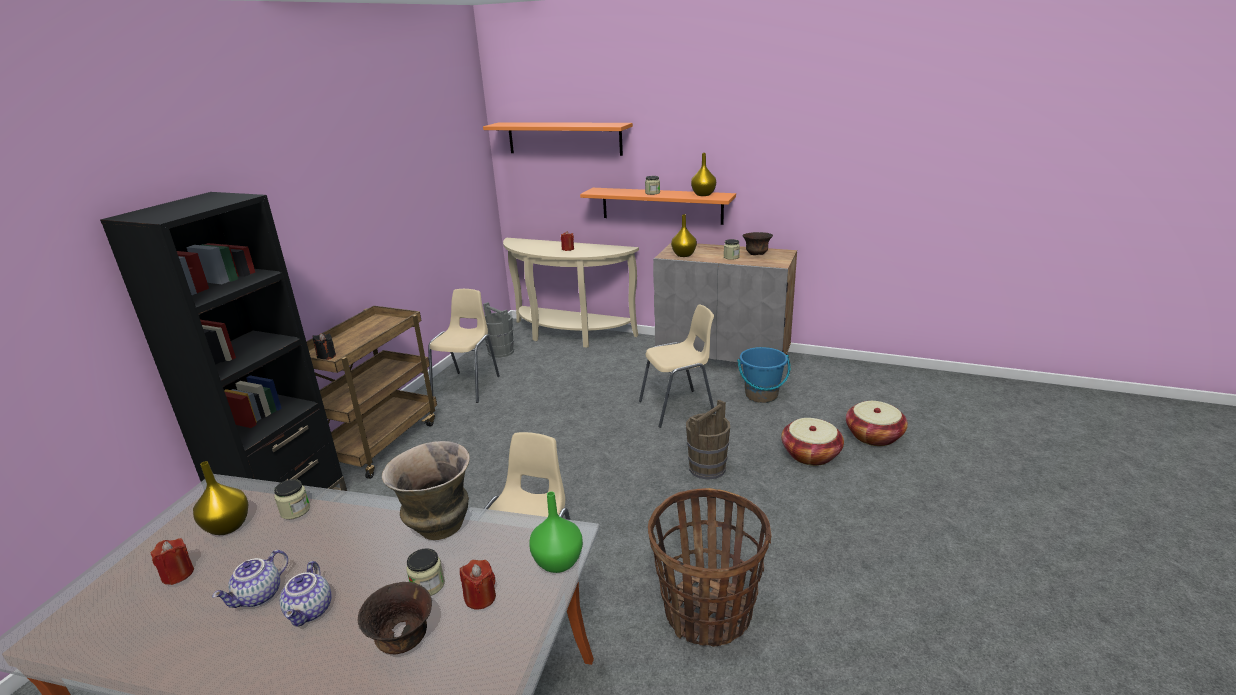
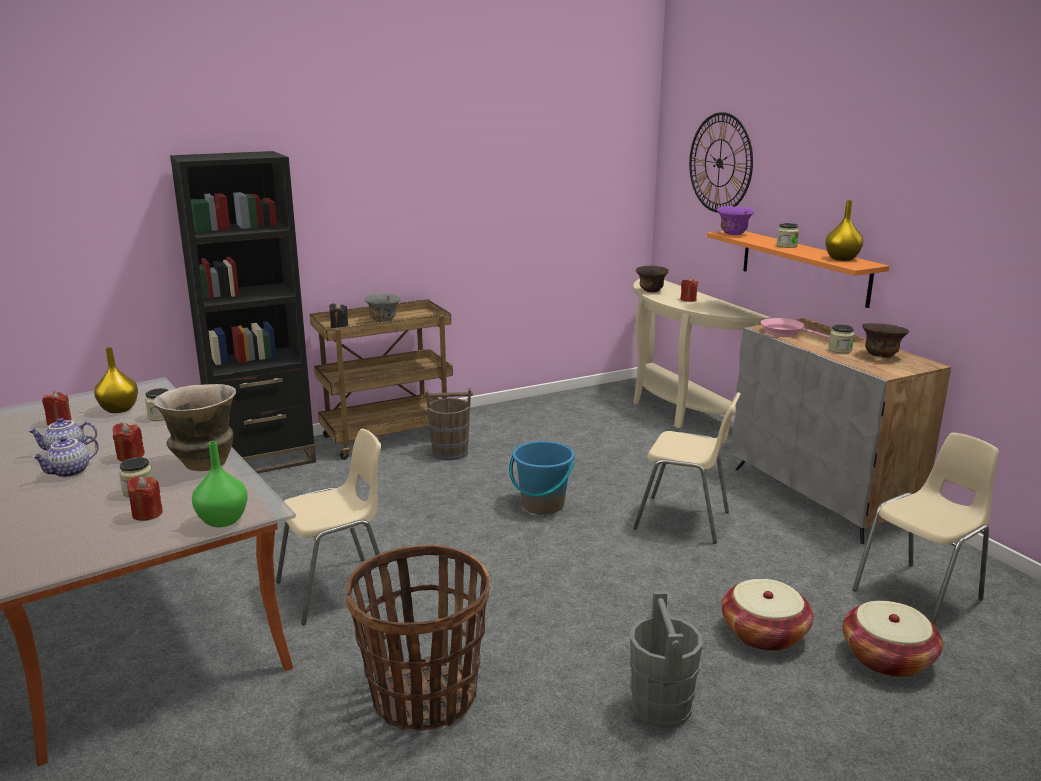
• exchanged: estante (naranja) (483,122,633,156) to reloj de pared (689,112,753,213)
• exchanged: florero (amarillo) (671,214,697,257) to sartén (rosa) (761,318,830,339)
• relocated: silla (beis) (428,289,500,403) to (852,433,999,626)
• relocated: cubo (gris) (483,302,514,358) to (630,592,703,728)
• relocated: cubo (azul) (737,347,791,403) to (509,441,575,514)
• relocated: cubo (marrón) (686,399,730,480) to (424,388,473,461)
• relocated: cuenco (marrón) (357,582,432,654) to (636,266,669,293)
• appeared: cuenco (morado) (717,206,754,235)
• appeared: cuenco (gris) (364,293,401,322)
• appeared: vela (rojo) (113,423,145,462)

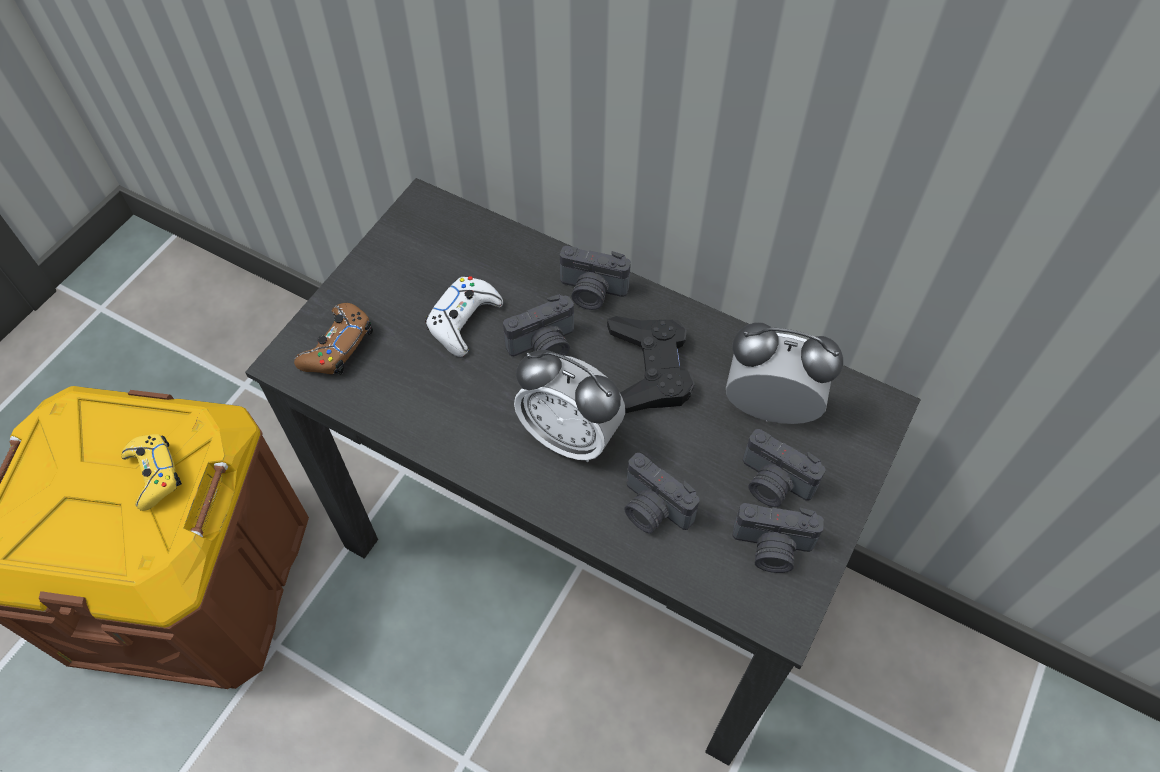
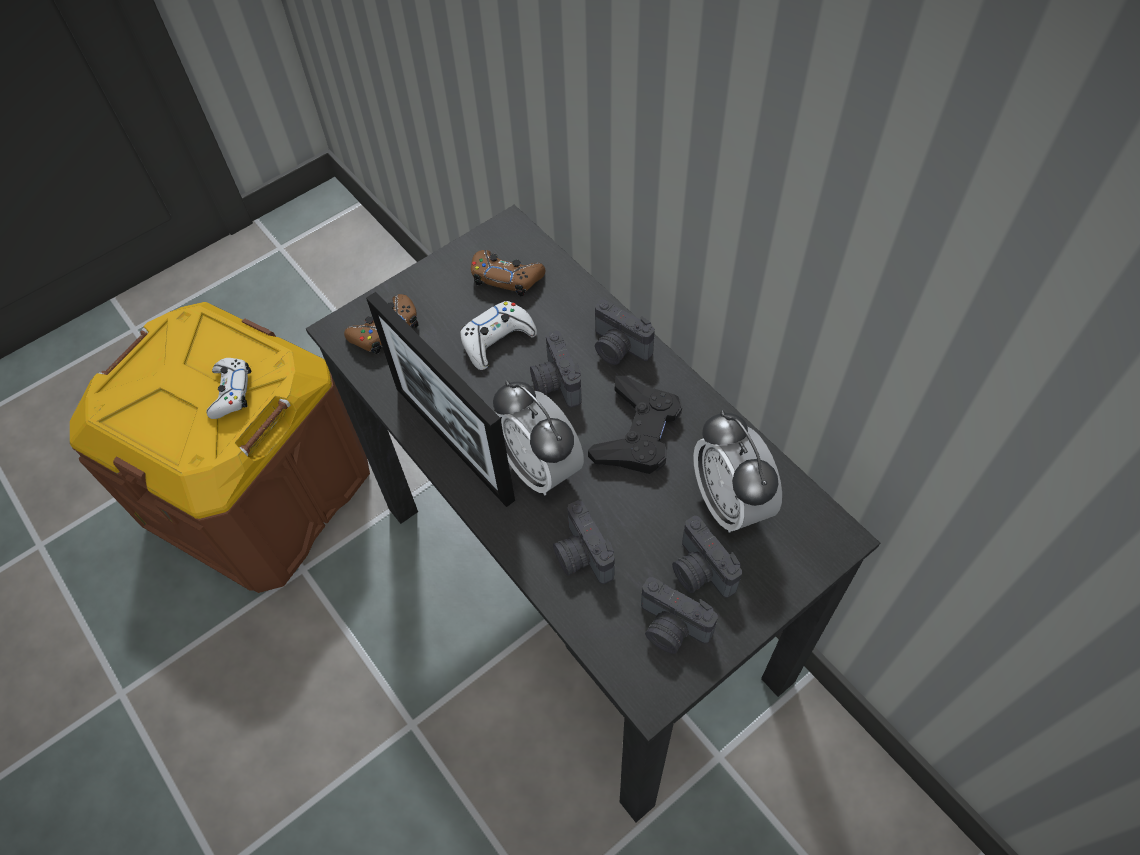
• spun: cámara (503,294,574,356) = (530,331,582,408) 75 degrees clockwise
• spun: despertador (726,322,843,424) = (693,410,782,533) 150 degrees counterclockwise
• colour: mando de consola (amarillo) (122,434,182,511) to mando de consola (blanco) (206,358,251,419)
• appeared: mando de consola (marrón) (471,250,546,297)
• appeared: portarretratos (366,292,515,507)

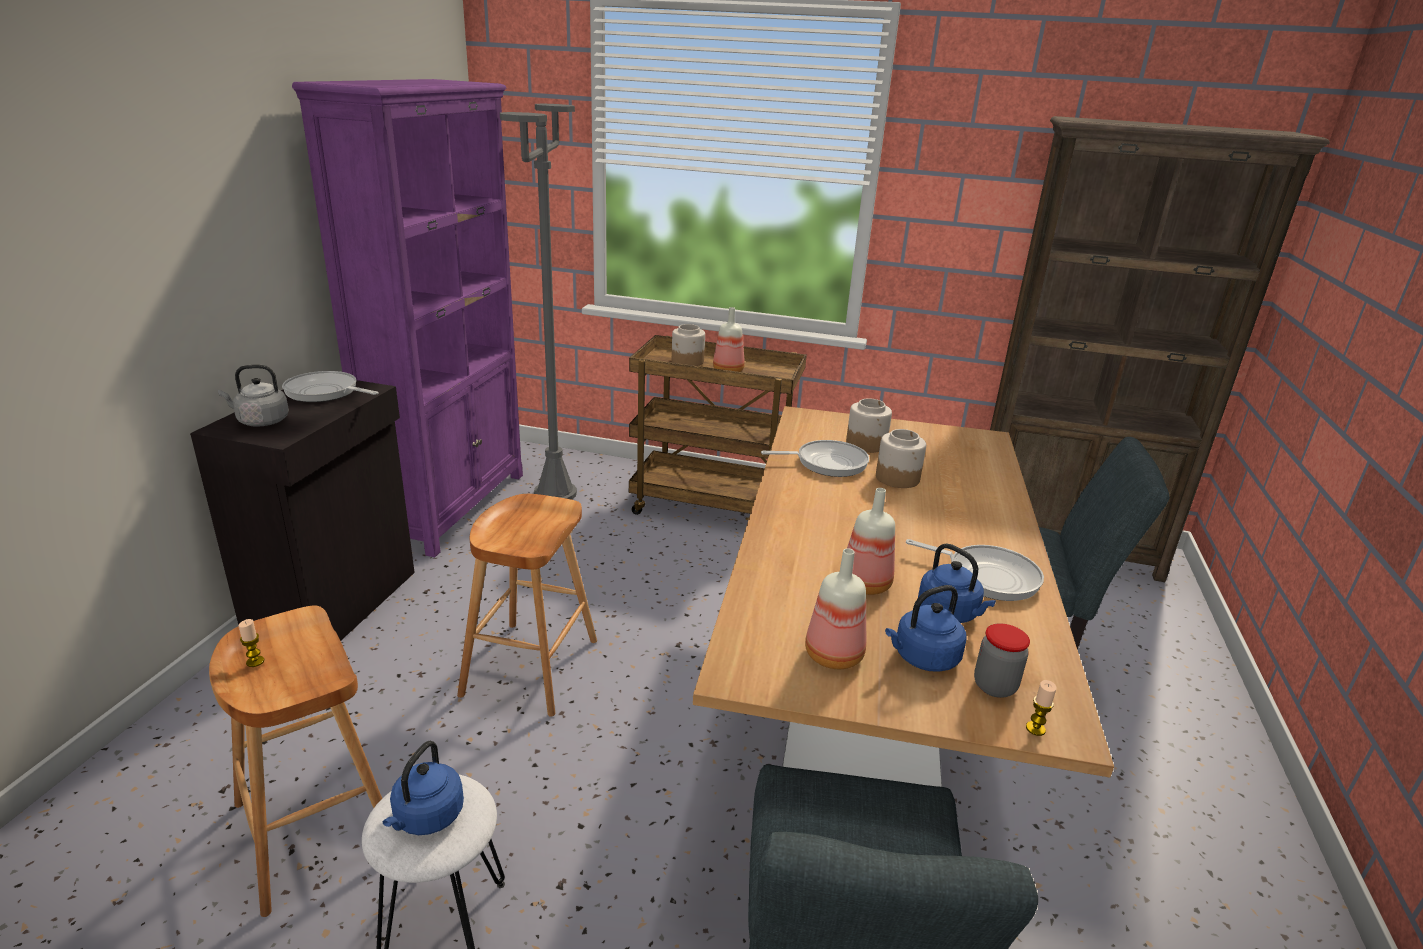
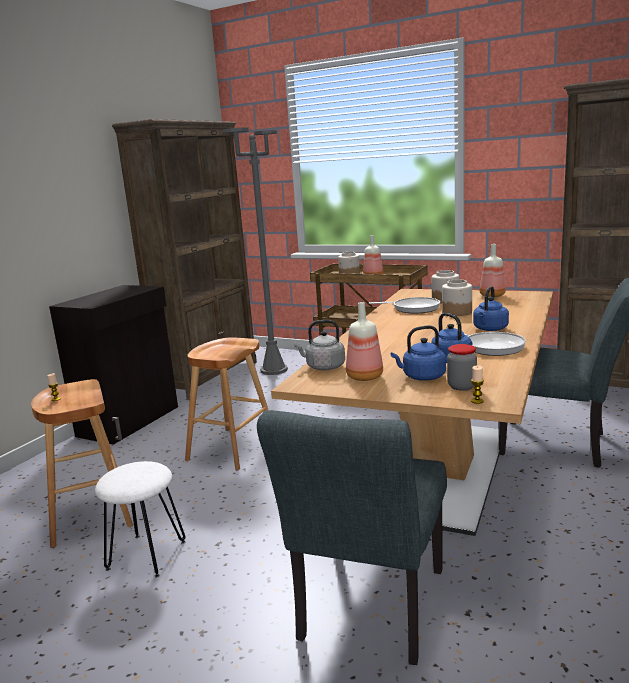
• colour: estantería (morado) (292,79,523,557) to estantería (marrón) (112,119,257,400)
• relocated: hervidor (gris) (218,365,289,427) to (294,320,345,370)
• missing: sartén (282,371,379,402)
• relocated: botella (847,488,895,595) to (479,244,506,297)
• relocated: hervidor (azul) (383,741,464,835) to (473,286,509,331)

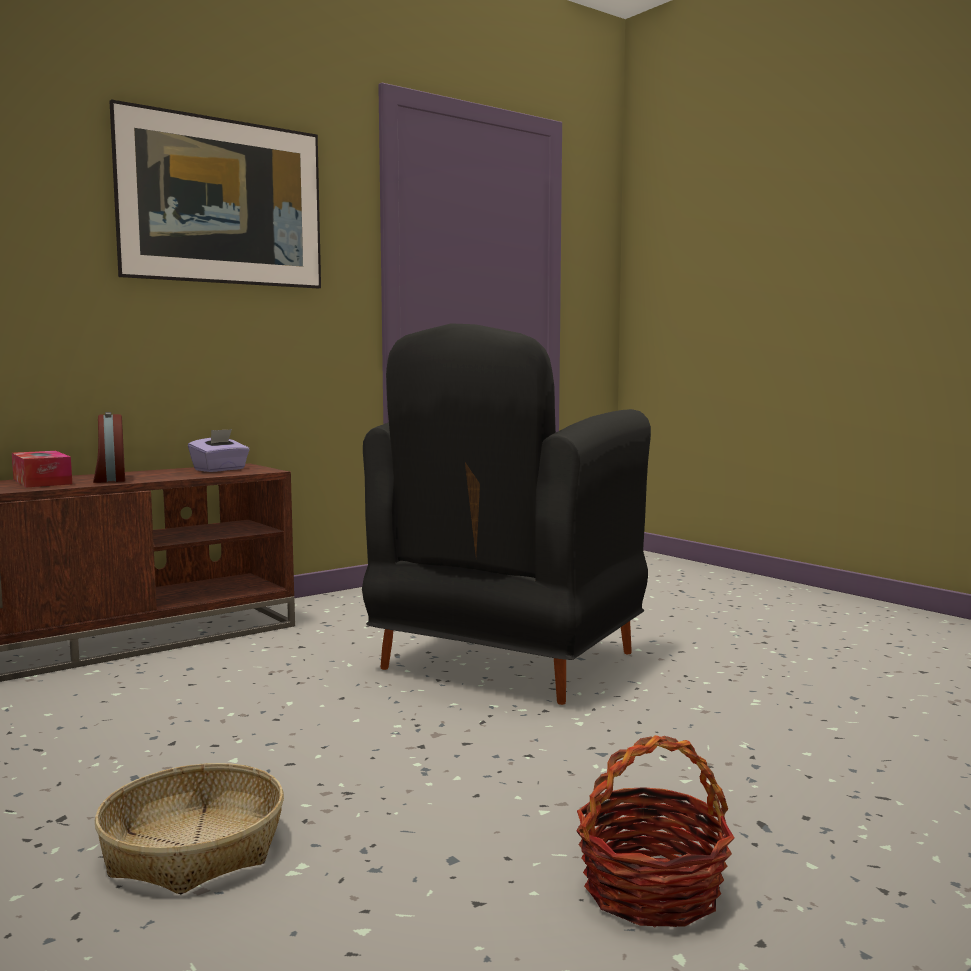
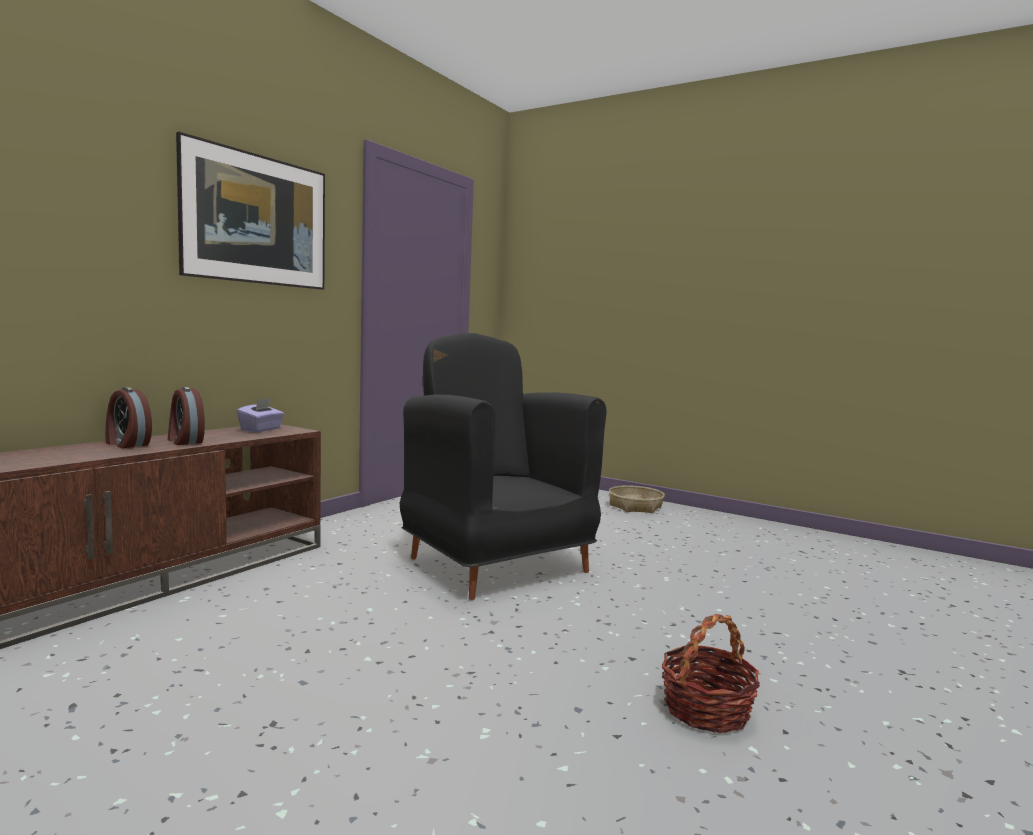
• spun: sillón (negro) (362,323,651,705) = (400,333,607,600) 135 degrees clockwise
• exchanged: caja de pañuelos (12,451,72,487) to despertador (105,387,152,448)
• relocated: cesta (95,763,284,894) to (609,485,665,513)

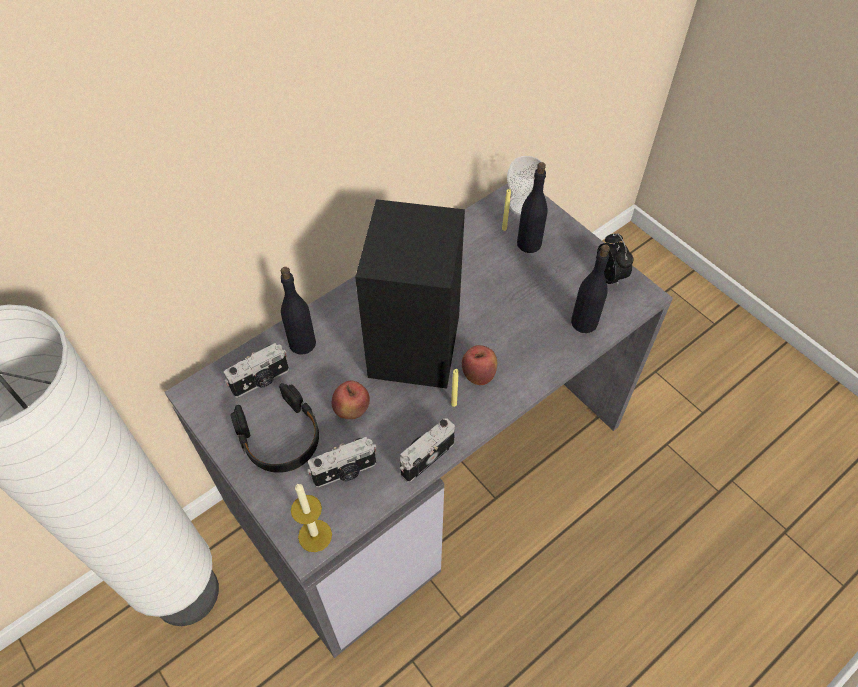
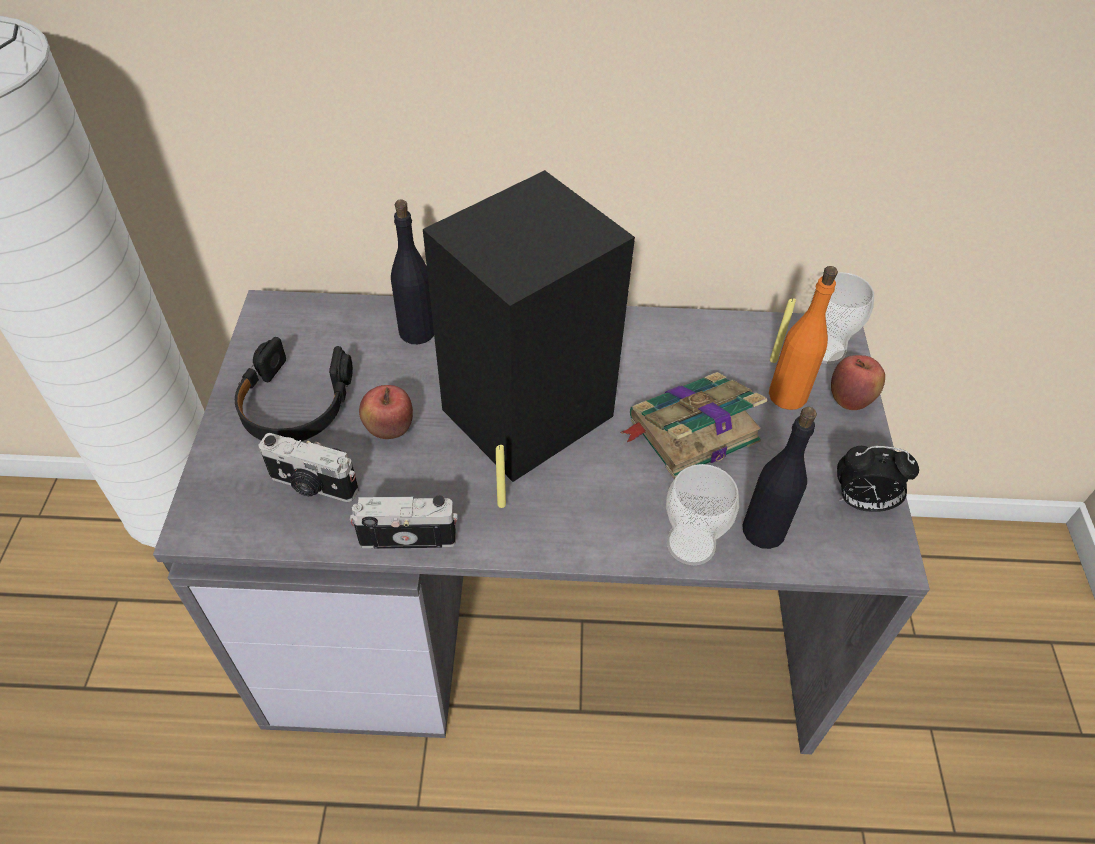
• colour: botella (negro) (517,162,548,253) to botella (naranja) (769,266,838,410)
• spun: despertador (597,233,633,286) = (837,446,919,512) 75 degrees clockwise
• missing: cámara (224,343,289,398)
• relocated: manzana (462,345,497,385) to (831,355,885,410)
• missing: vela (291,483,332,552)
• appeared: libro (620,372,767,479)
• appeared: taza (666,464,739,565)

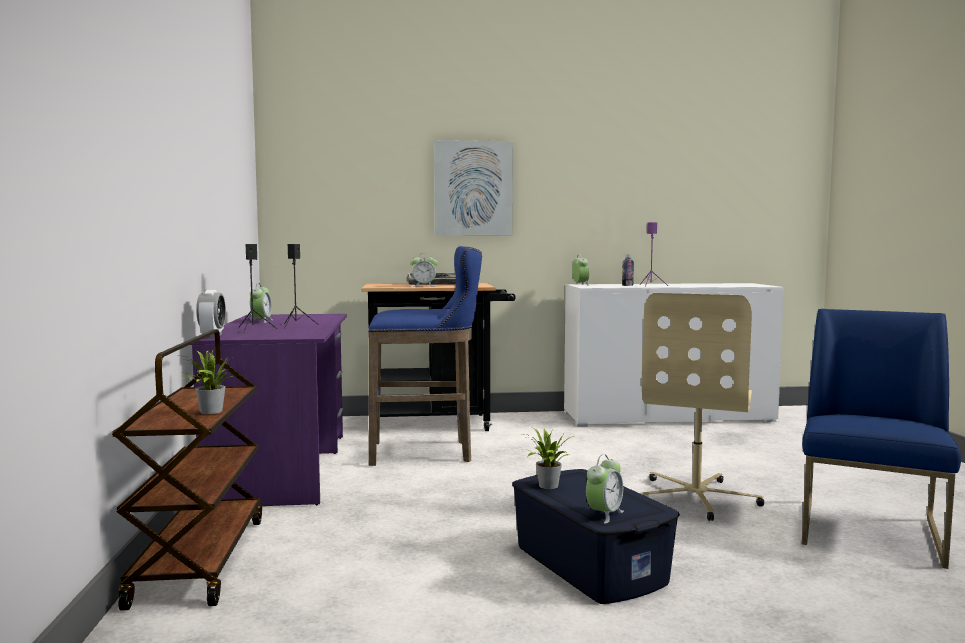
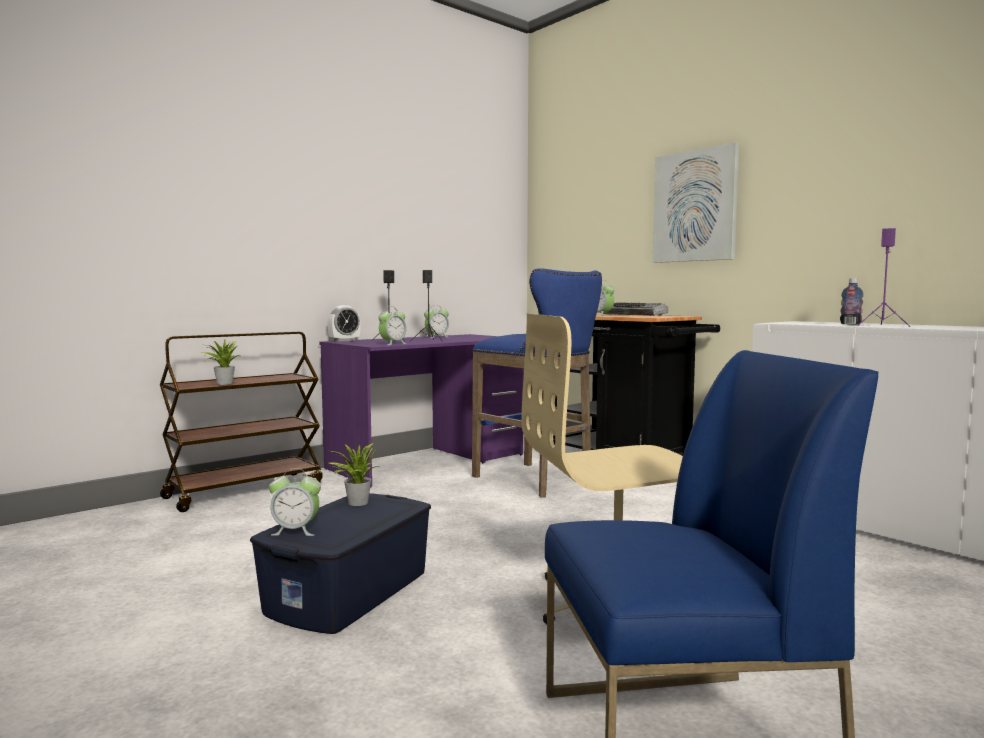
• relocated: despertador (572,254,589,285) to (378,306,407,345)

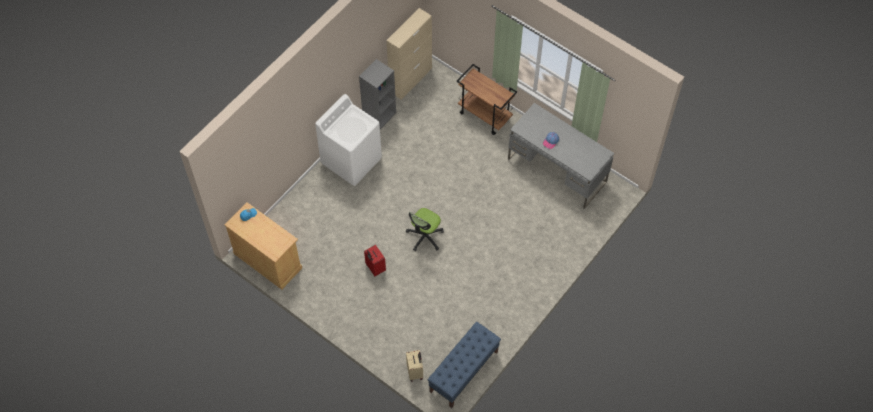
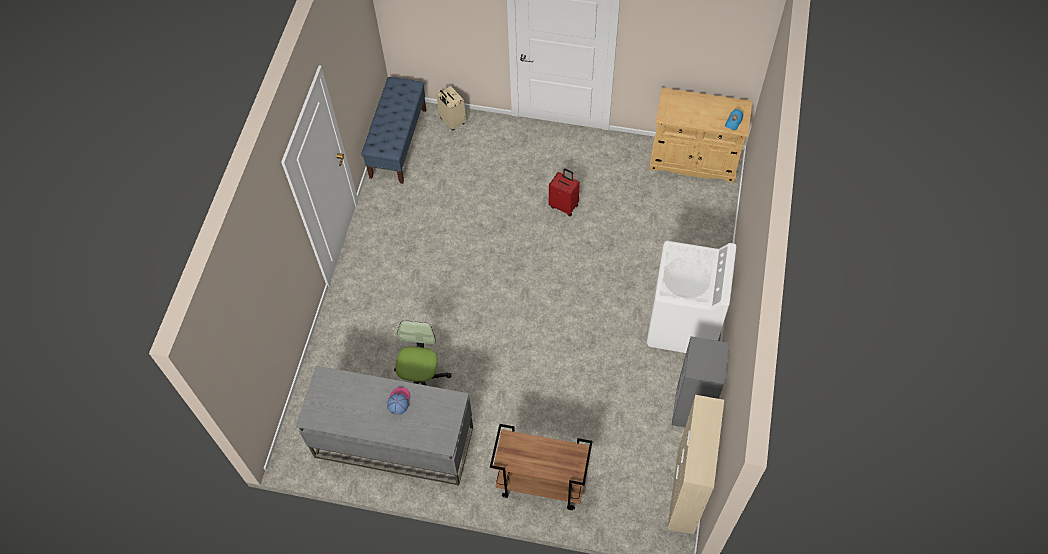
• relocated: silla de oficina (406,208,444,251) to (394,320,451,386)

